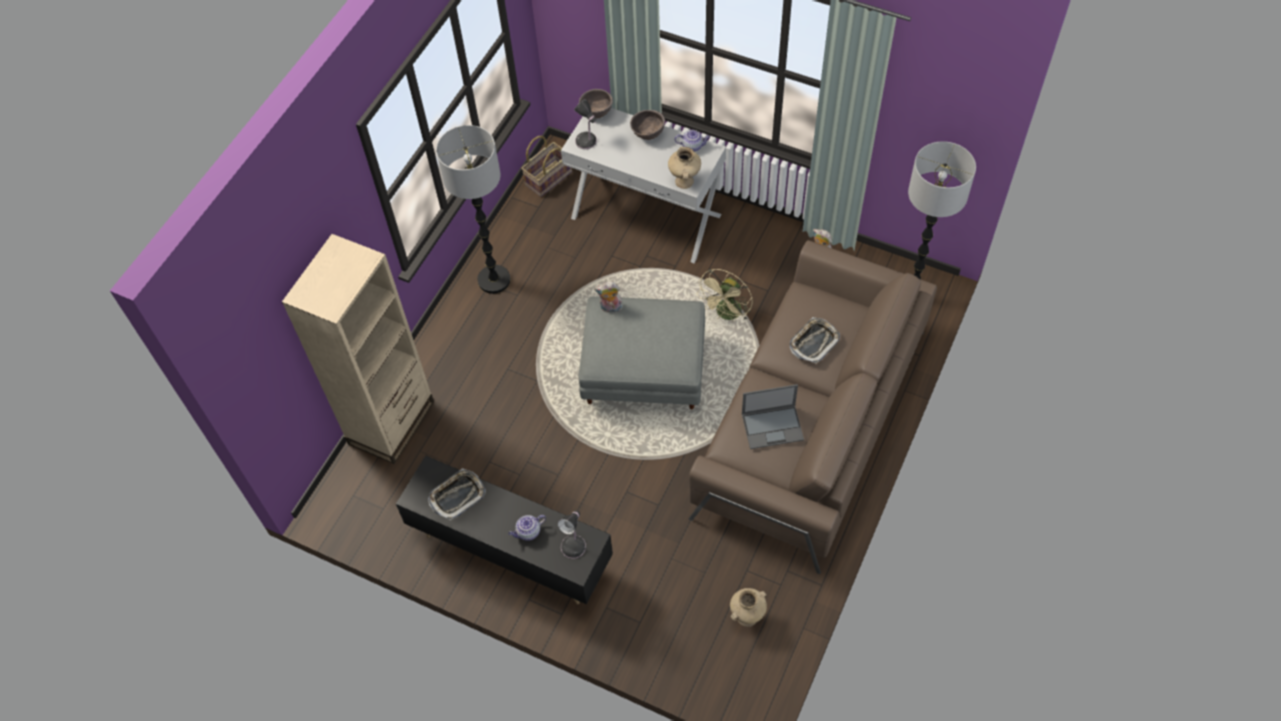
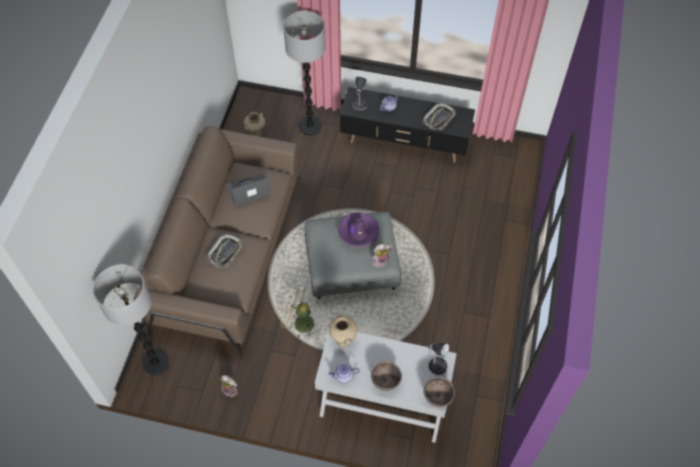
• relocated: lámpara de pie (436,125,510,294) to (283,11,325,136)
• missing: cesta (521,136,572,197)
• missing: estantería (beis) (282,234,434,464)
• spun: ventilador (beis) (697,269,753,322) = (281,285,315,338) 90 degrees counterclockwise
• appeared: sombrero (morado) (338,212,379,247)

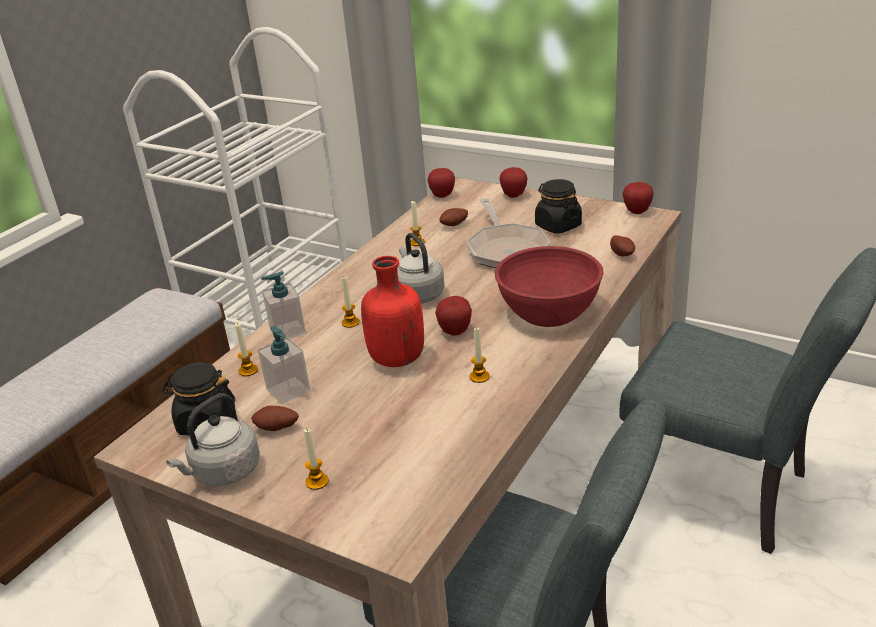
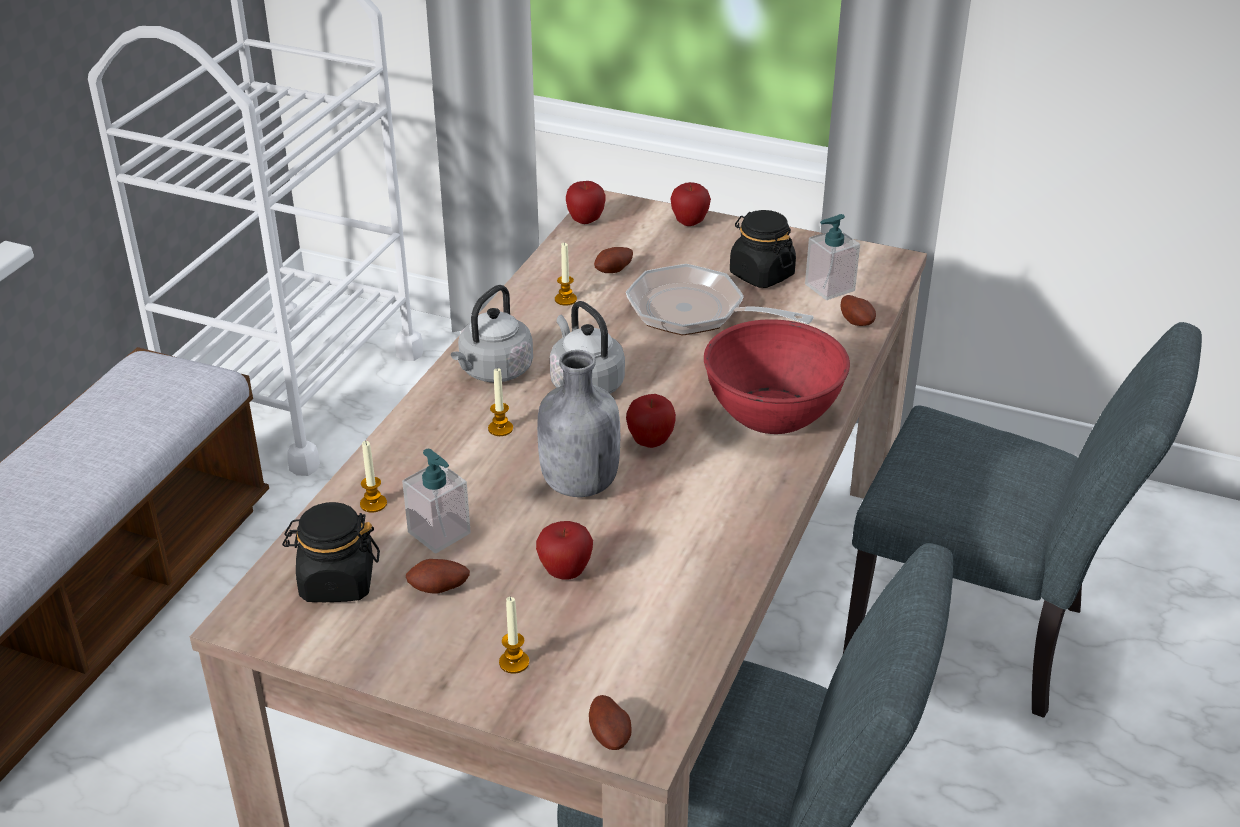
• relocated: manzana (622,182,654,214) to (536,521,593,580)
• spun: sartén (466,198,551,268) = (626,264,814,336) 135 degrees clockwise
• colour: botella (rojo) (361,256,424,367) to botella (gris) (537,350,620,497)
• relocated: dispensador de jabón (261,271,306,339) to (805,214,860,300)
• missing: vela (470,327,490,383)
• relocated: hervidor (gris) (166,393,260,486) to (451,285,533,382)
• appeared: patata (589,695,631,750)

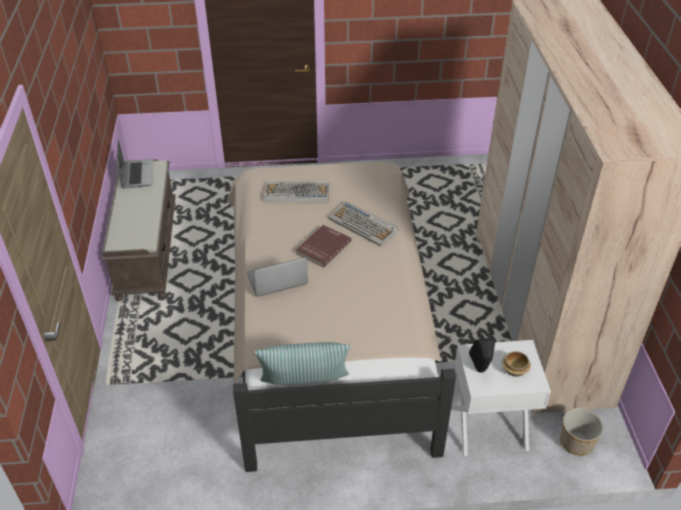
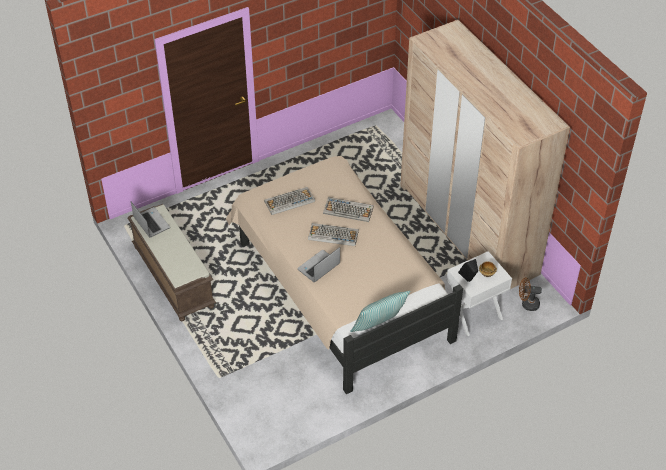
• exchanged: libro (rojo) (296,225,351,268) to teclado (308,223,359,246)
• exchanged: maceta (560,408,604,456) to ventilador (marrón) (519,278,542,311)

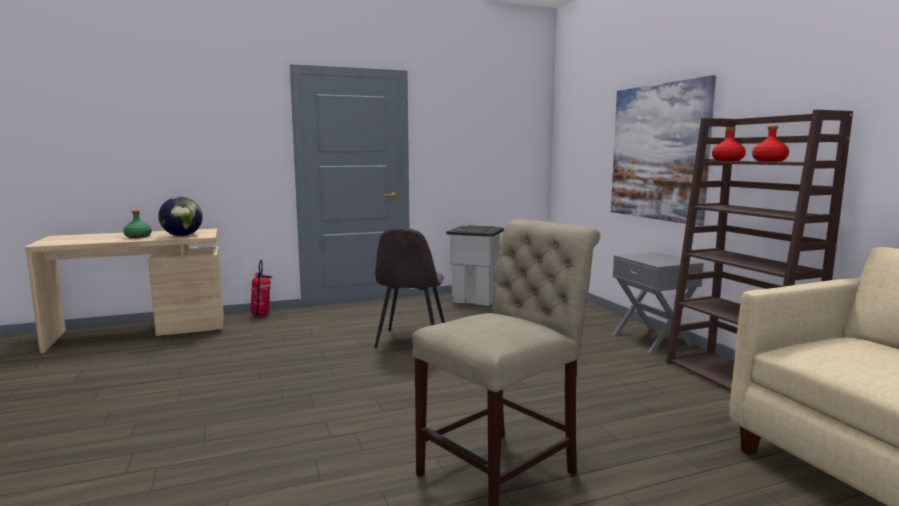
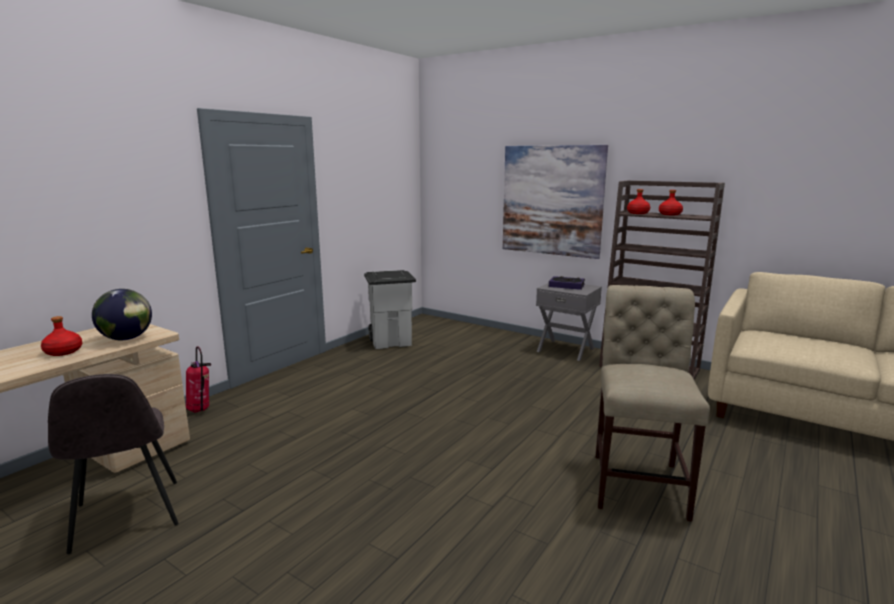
• colour: botella (verde) (123,210,152,238) to botella (rojo) (41,316,82,356)
• relocated: silla (gris) (374,228,445,348) to (48,374,178,554)
• appeared: libro (549,276,585,290)

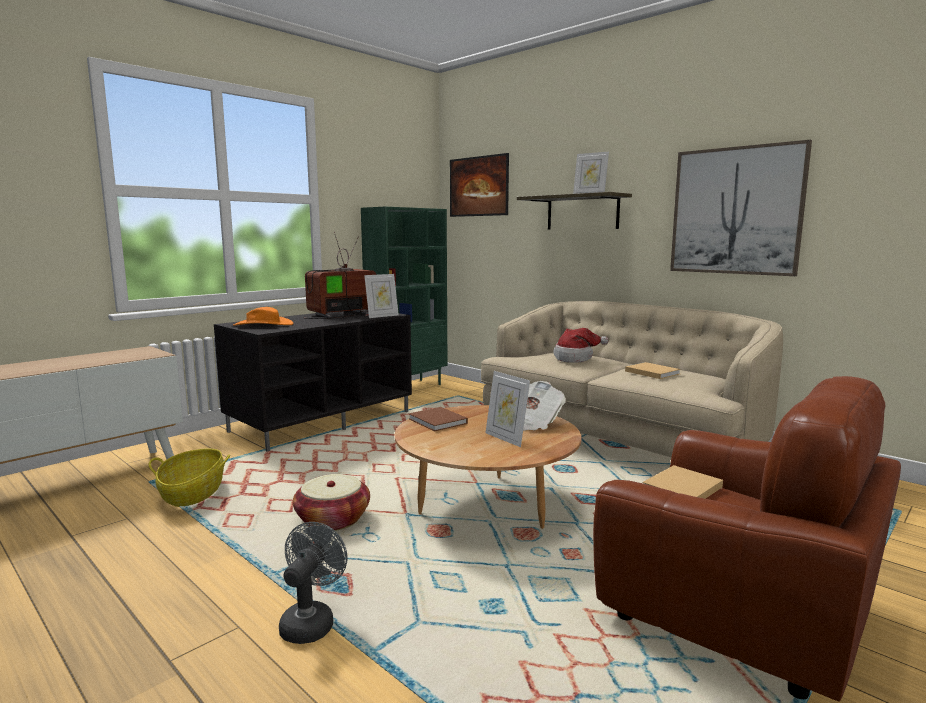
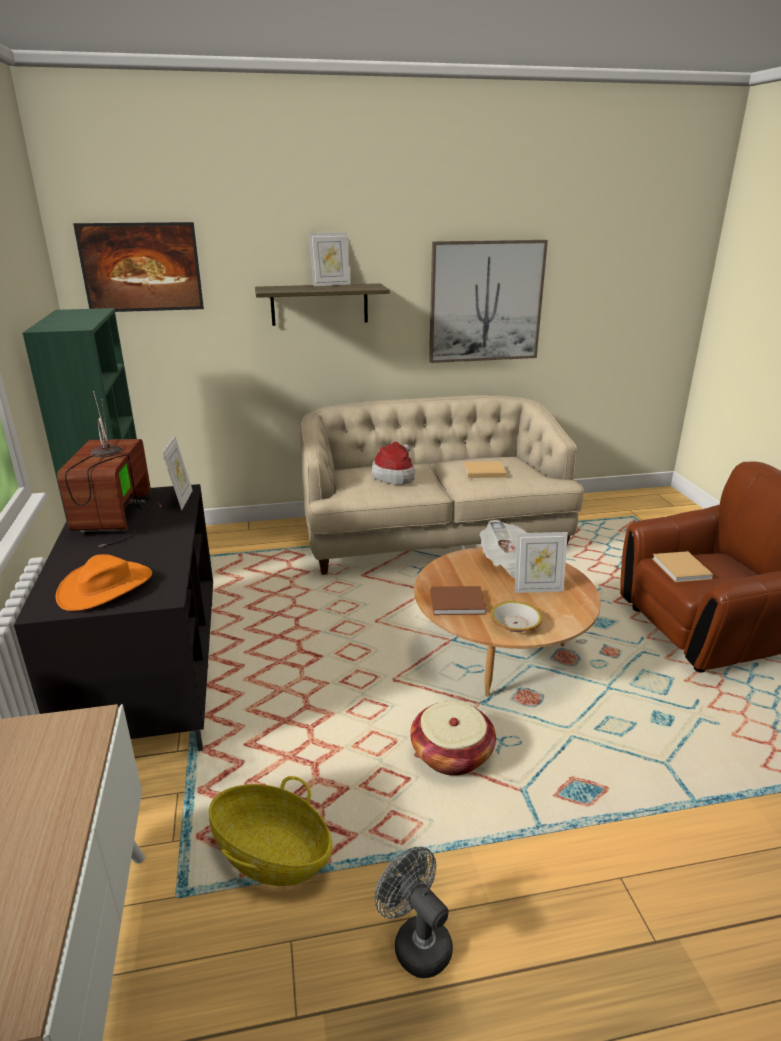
• relocated: ventilador (gris) (279,522,348,644) to (374,847,453,978)
• appeared: cuenco (491,601,542,632)

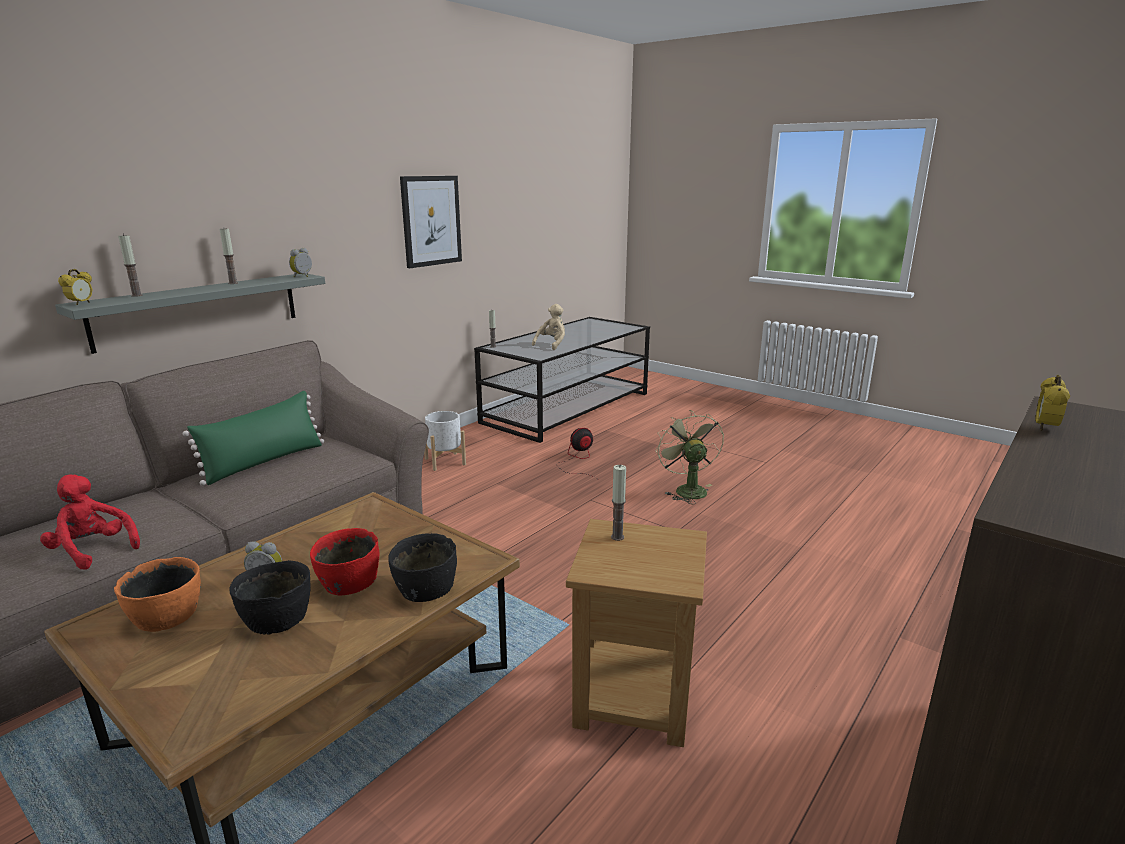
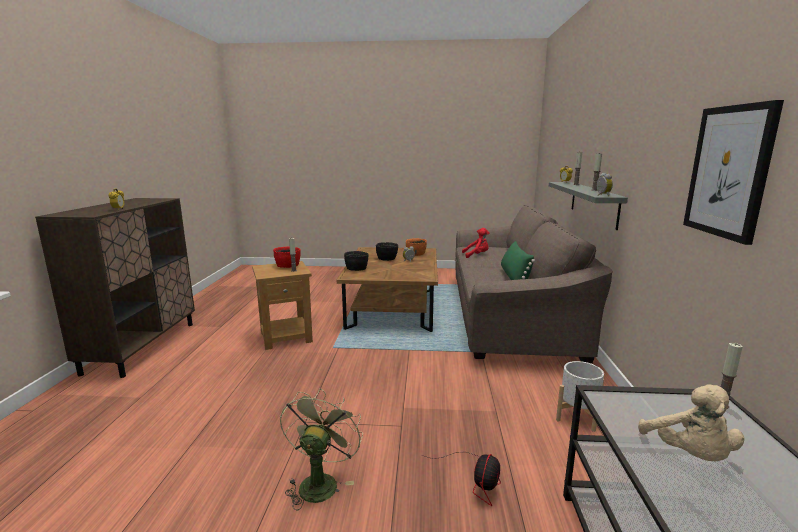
• spun: ventilador (verde) (655,410,724,504) = (280,388,363,510) 120 degrees counterclockwise
• relocated: cuenco (rojo) (310,528,380,595) to (273,246,301,268)

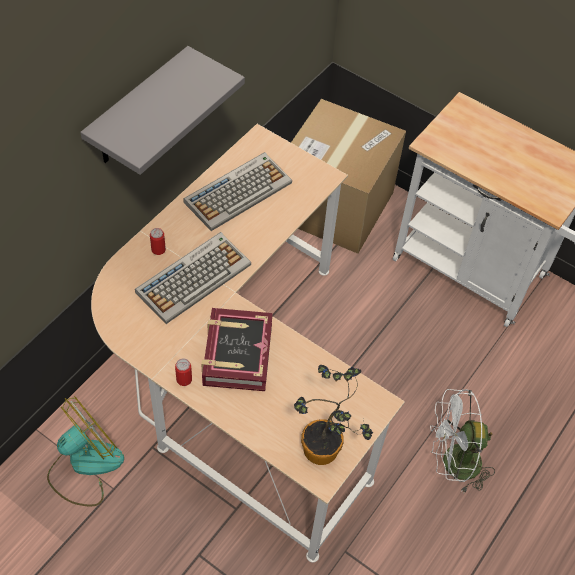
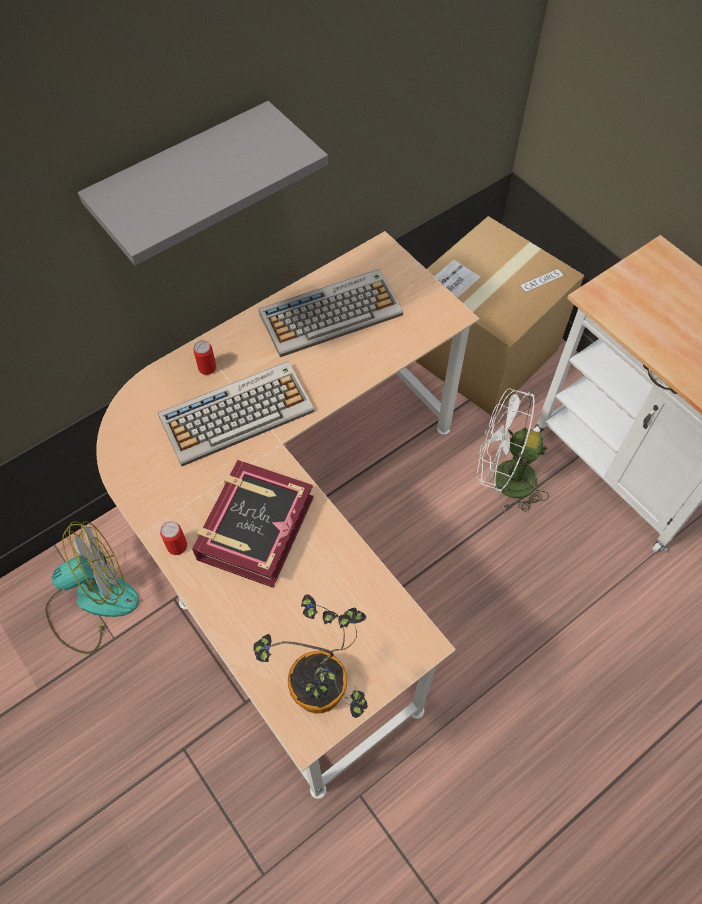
• relocated: ventilador (blanco) (430,389,495,494) to (476,388,549,512)

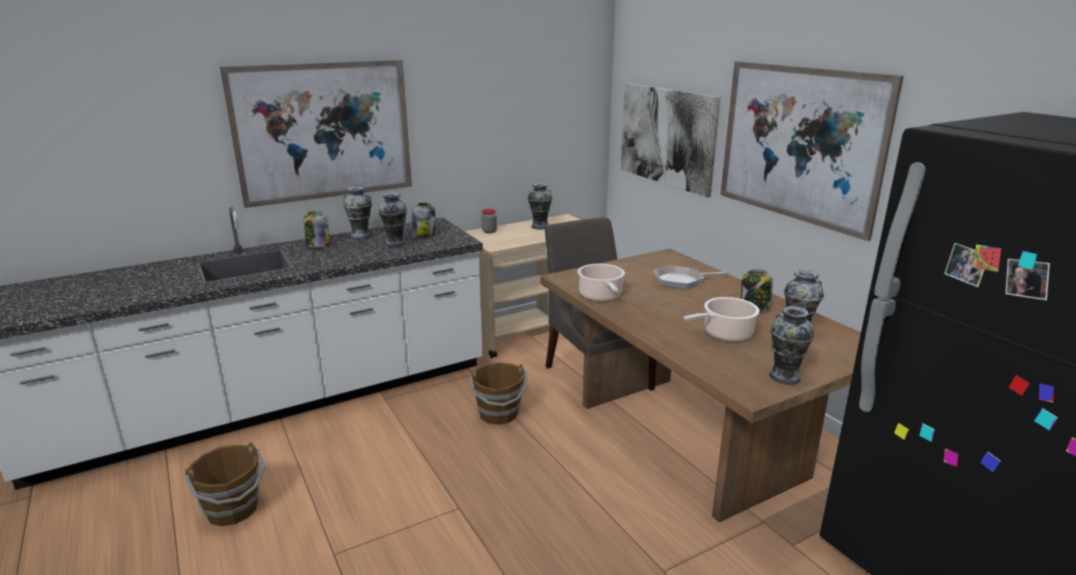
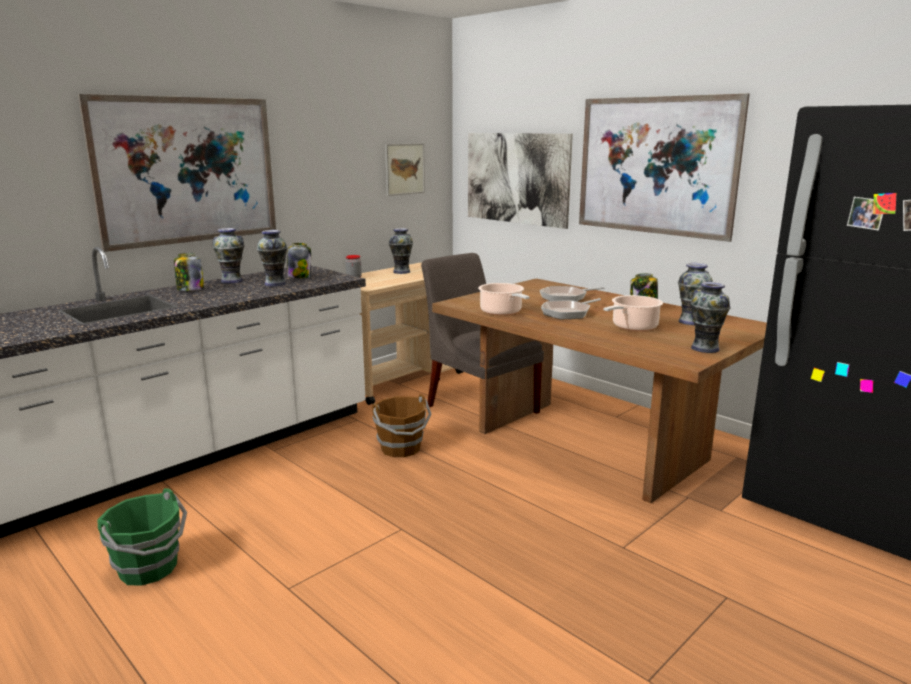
• colour: cubo (marrón) (185,442,266,526) to cubo (verde) (97,488,187,586)
• appeared: cuadro (385,143,425,196)
• appeared: sartén (541,298,601,319)

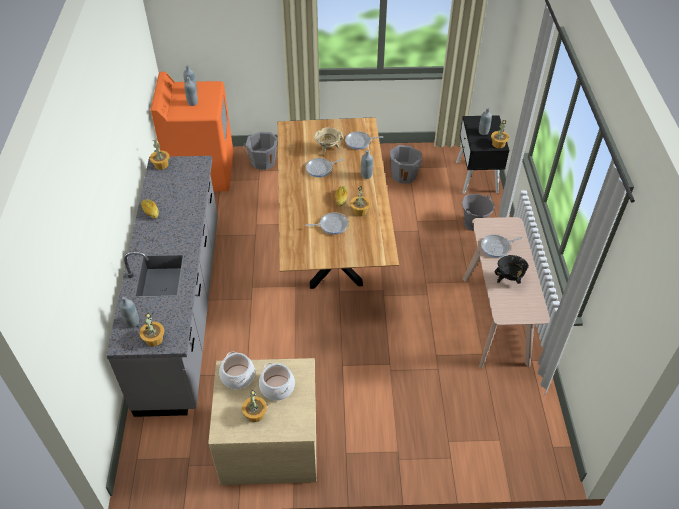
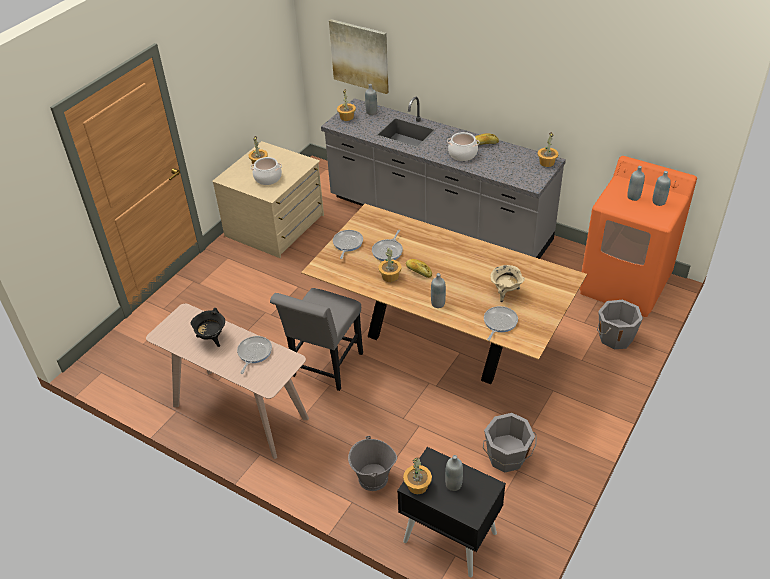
• relocated: sartén (306,158,344,177) to (333,230,363,259)
• relocated: olla (219,352,255,390) to (447,132,479,161)
• appeared: cuadro (329,19,389,94)
• appeared: silla (gris) (270,288,363,391)

